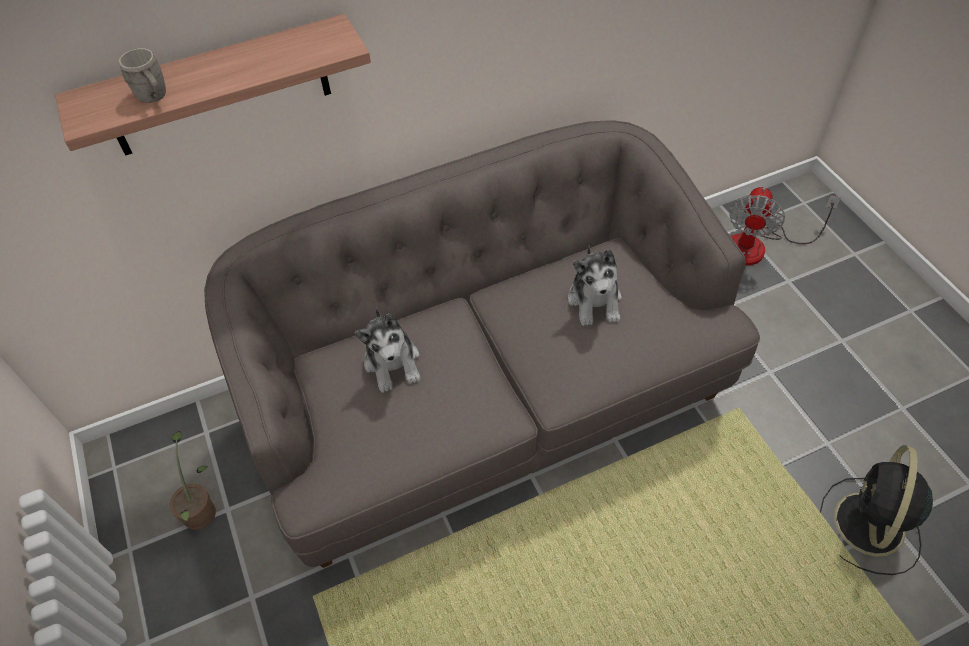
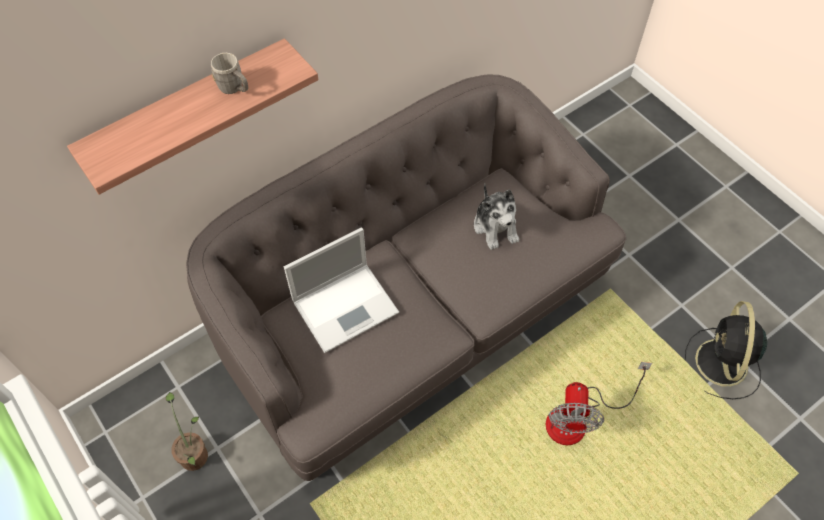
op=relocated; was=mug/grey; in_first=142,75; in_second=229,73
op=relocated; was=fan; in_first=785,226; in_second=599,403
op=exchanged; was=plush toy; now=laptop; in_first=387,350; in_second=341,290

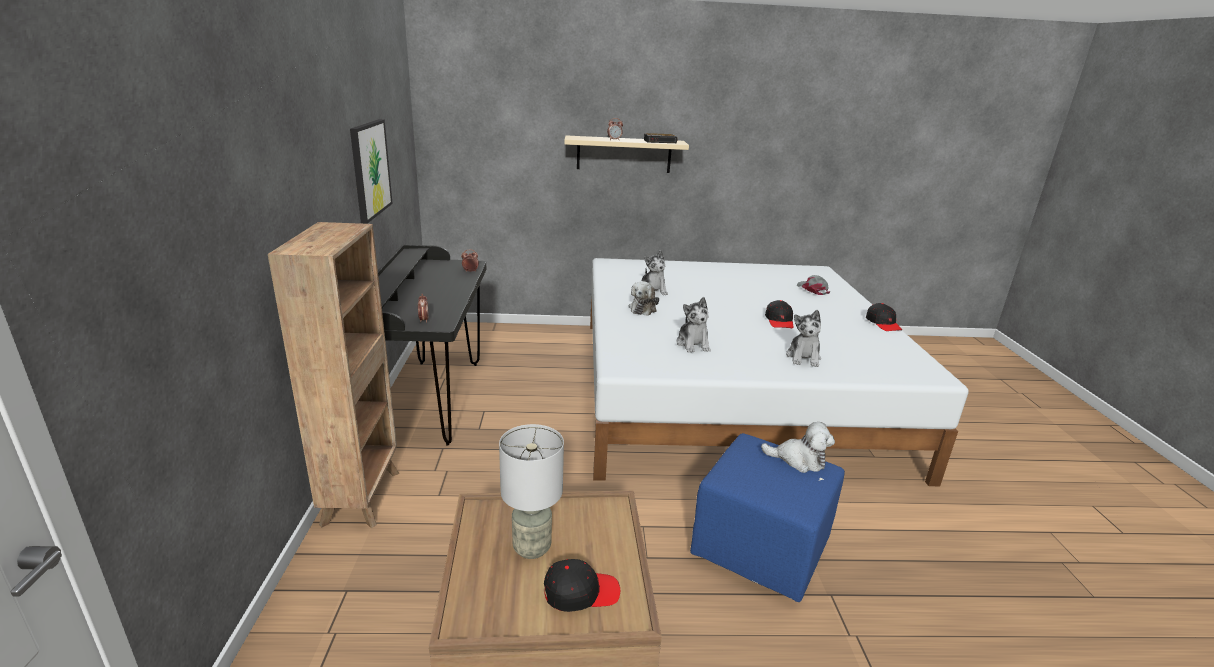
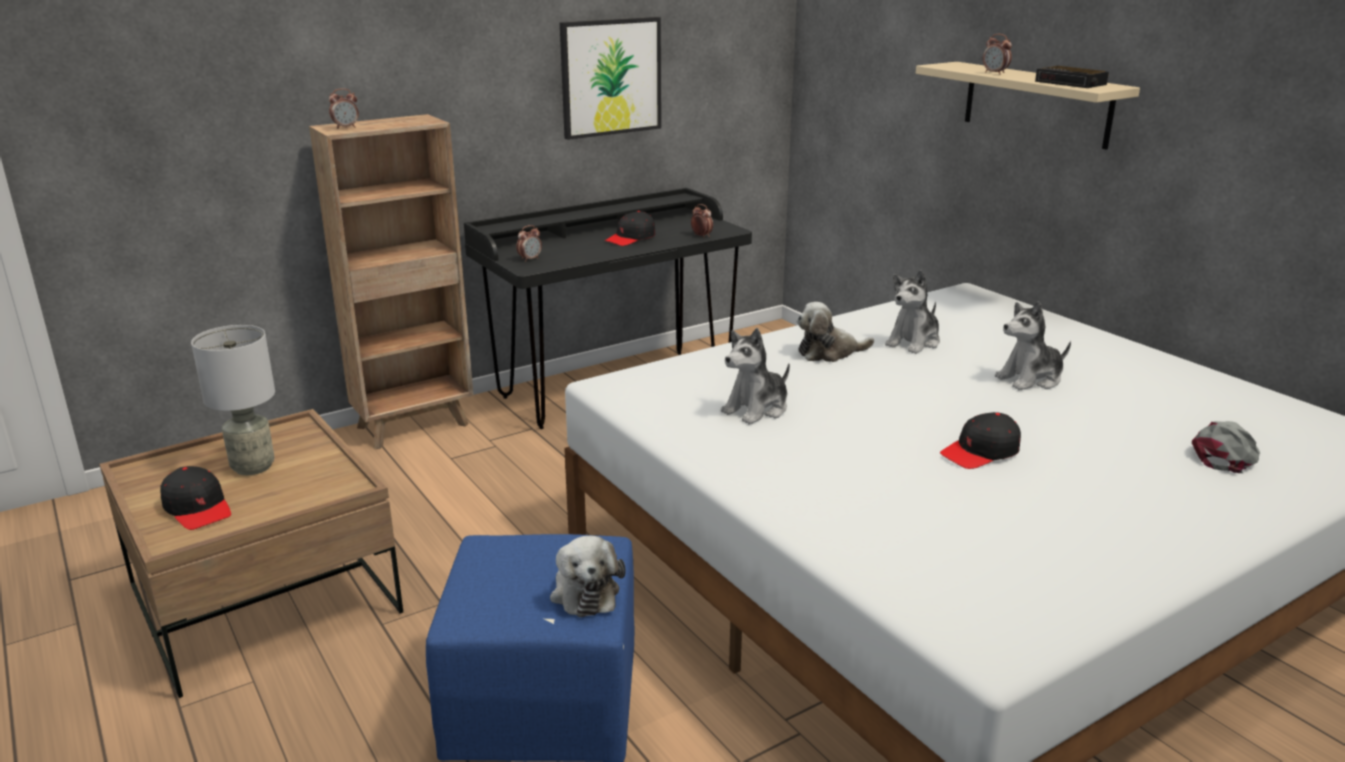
op=appeared; now=alarm clock; in_second=344,108
op=relocated; was=plush toy; in_first=803,338; in_second=1033,345
op=relocated; was=cap/black; in_first=884,317; in_second=630,228

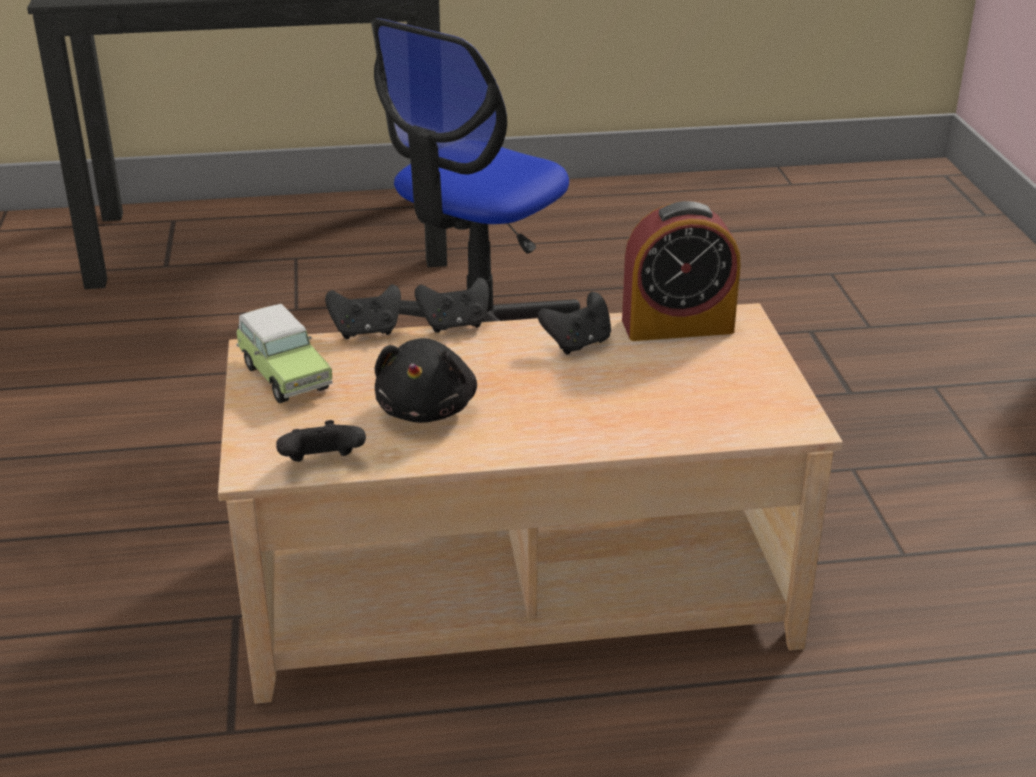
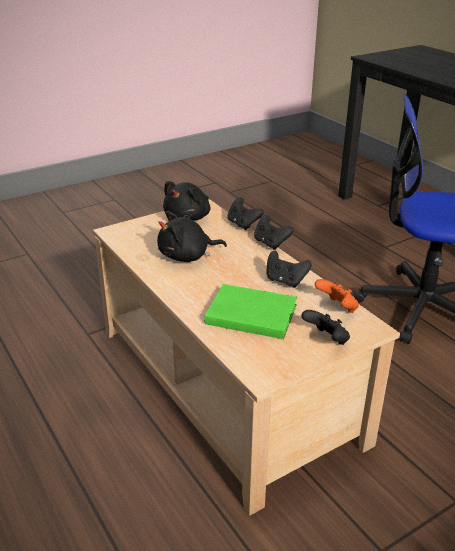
op=appeared; now=book/green; in_second=251,311
op=relocated; was=game controller/black; in_first=321,441; in_second=325,327
op=exchanged; was=toy car; now=plush toy/black; in_first=284,353; in_second=186,201
op=exchanged; was=alarm clock; now=game controller/orange; in_first=681,271; in_second=337,296

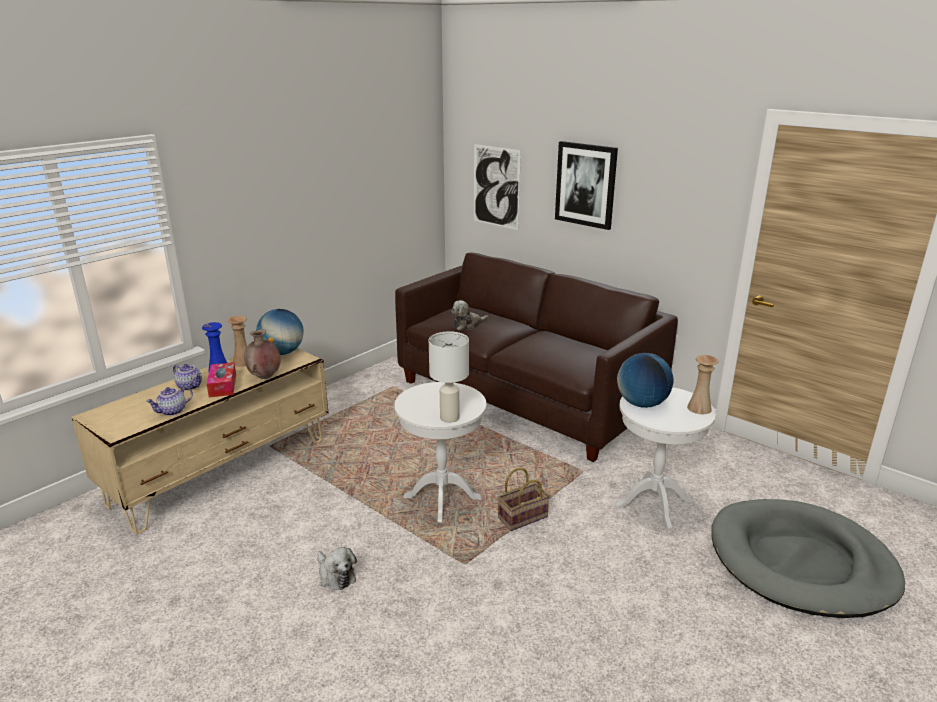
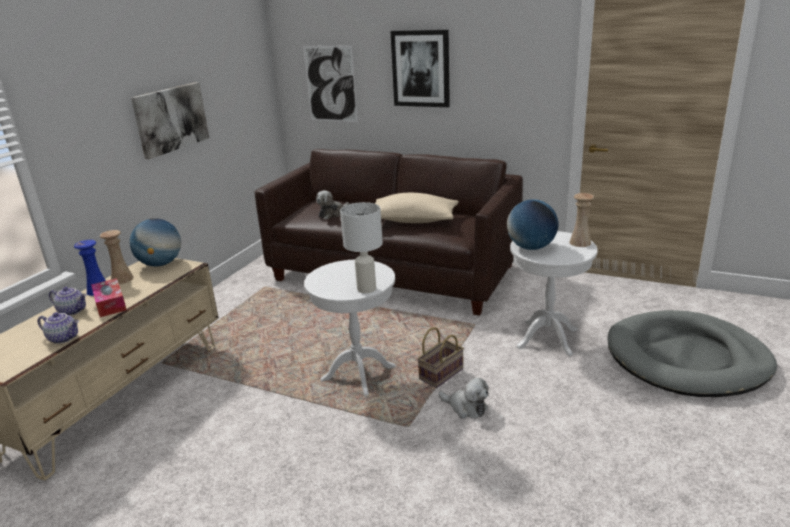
op=missing; was=vase/brown; in_first=262,354
op=appeared; now=picture; in_second=170,120
op=appeared; now=pillow/beige; in_second=417,208
op=relocated; was=plush toy; in_first=337,568; in_second=464,398
op=spun; was=teapot; in_first=169,401; in_second=58,328; clockwise=-105

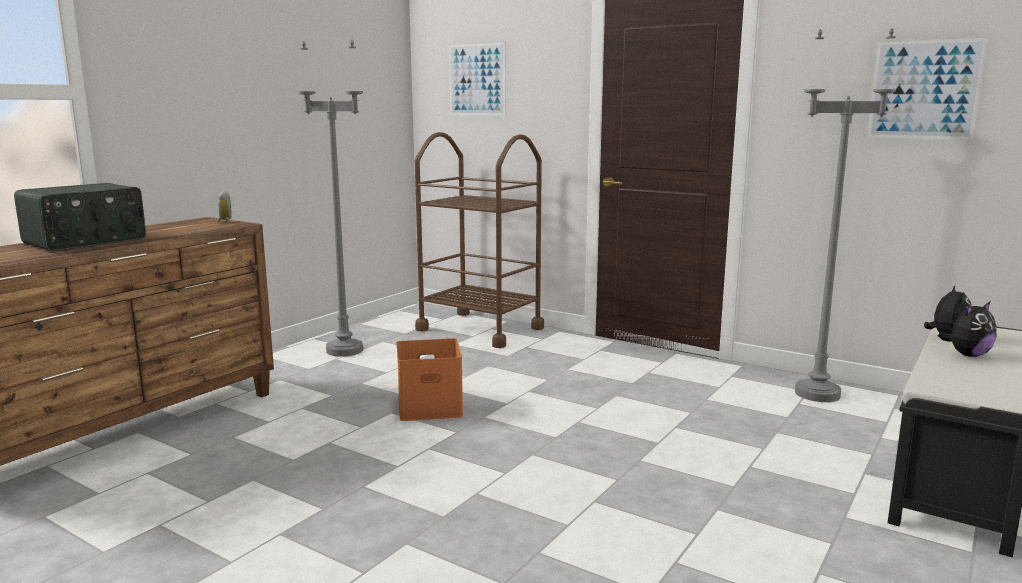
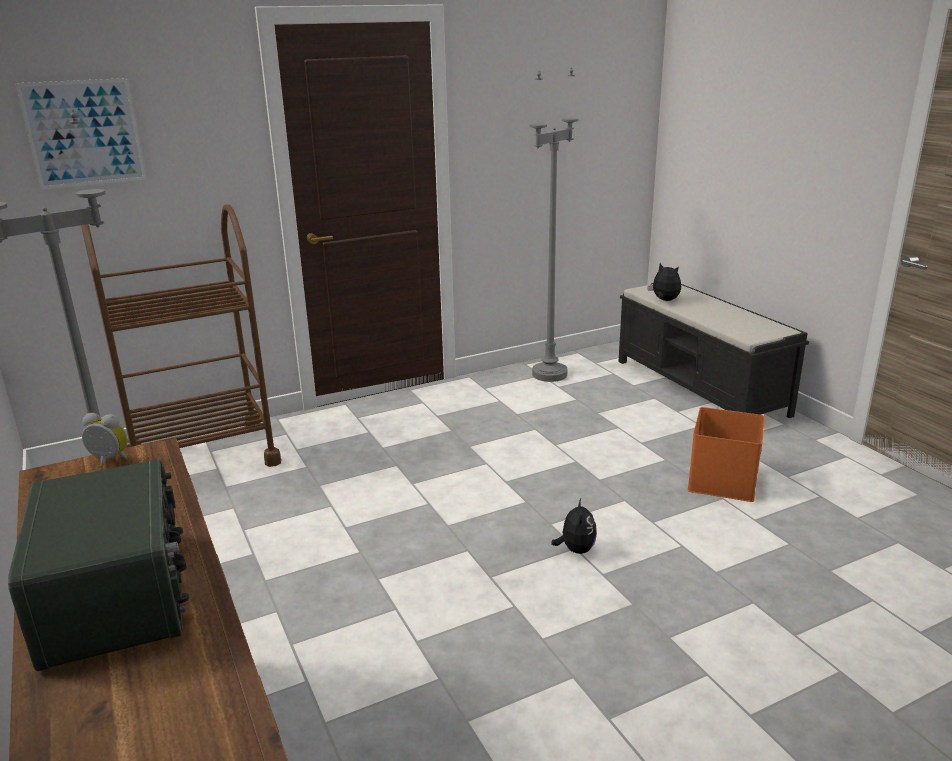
op=missing; was=picture; in_first=927,89
op=relocated; was=storage box/orange; in_first=430,379; in_second=726,454
op=relocated; was=plush toy; in_first=967,329; in_second=574,526

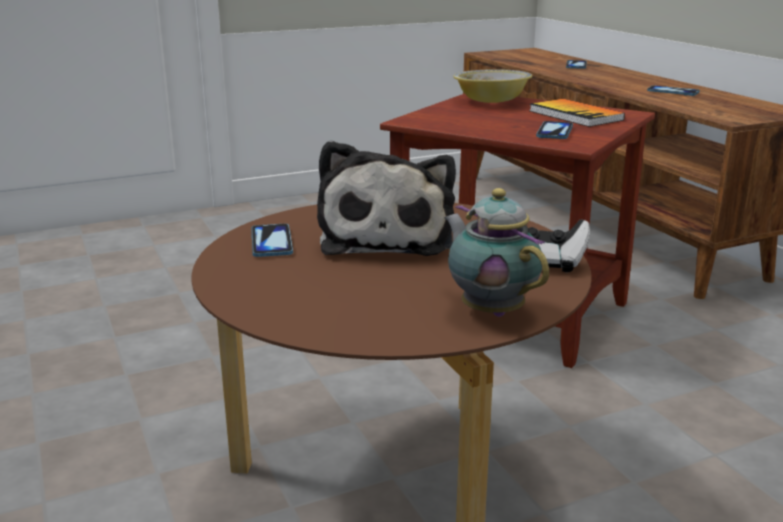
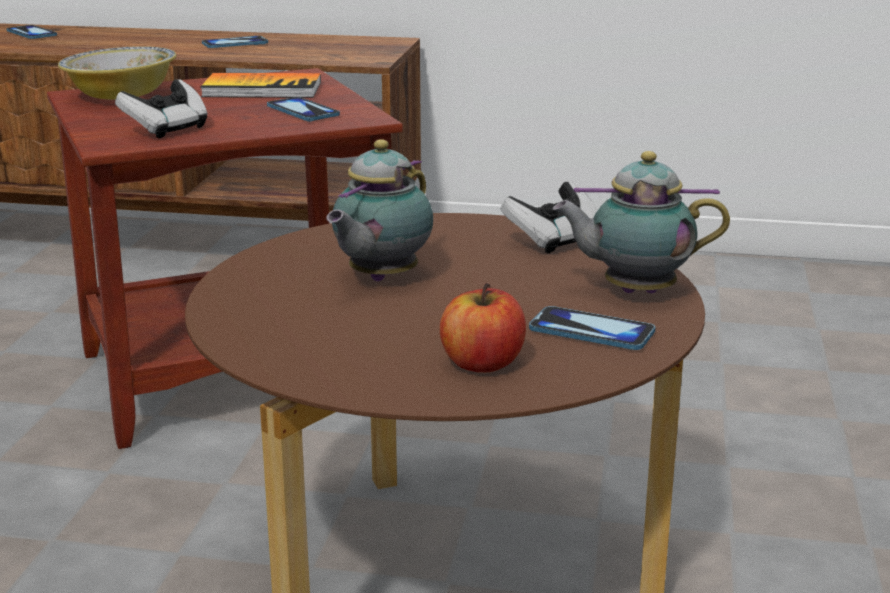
op=appeared; now=game controller; in_second=161,108
op=appeared; now=apple; in_second=483,327
op=relocated; was=phone; in_first=272,240; in_second=592,328
op=exchanged; was=plush toy; now=teapot; in_first=386,198; in_second=379,210

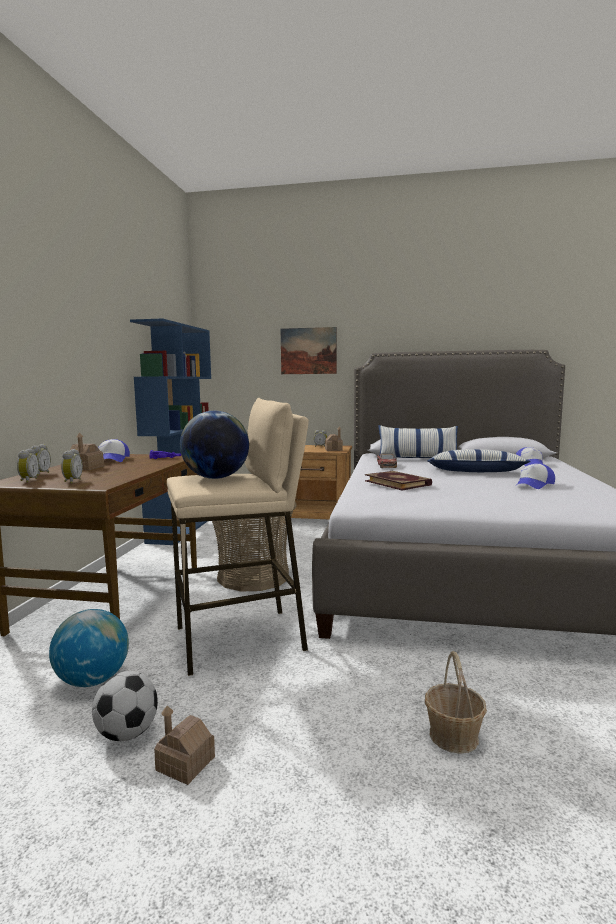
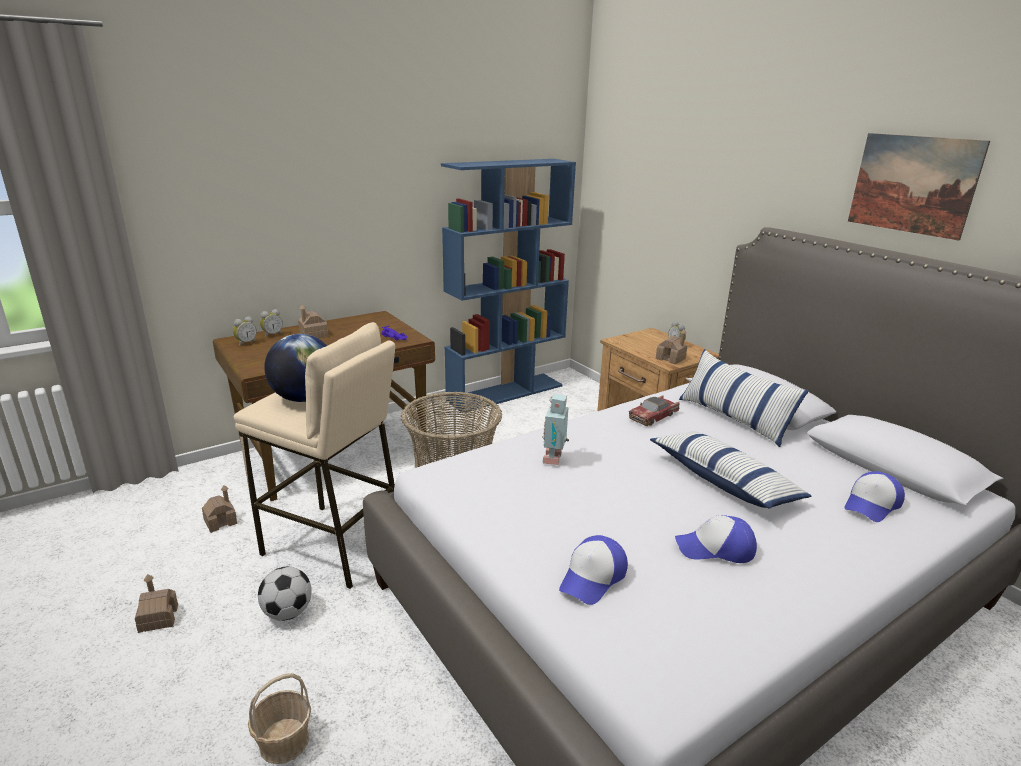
op=missing; was=alarm clock; in_first=72,466
op=relocated; was=football; in_first=125,706; in_second=285,594
op=relocated; was=cap; in_first=114,450; in_second=593,570
op=relocated; was=picture; in_first=309,350; in_second=919,186
op=exchanged; was=globe; now=toy house; in_first=89,648; in_second=219,509
op=exchanged; was=book; now=toy robot; in_first=398,481; in_second=555,429

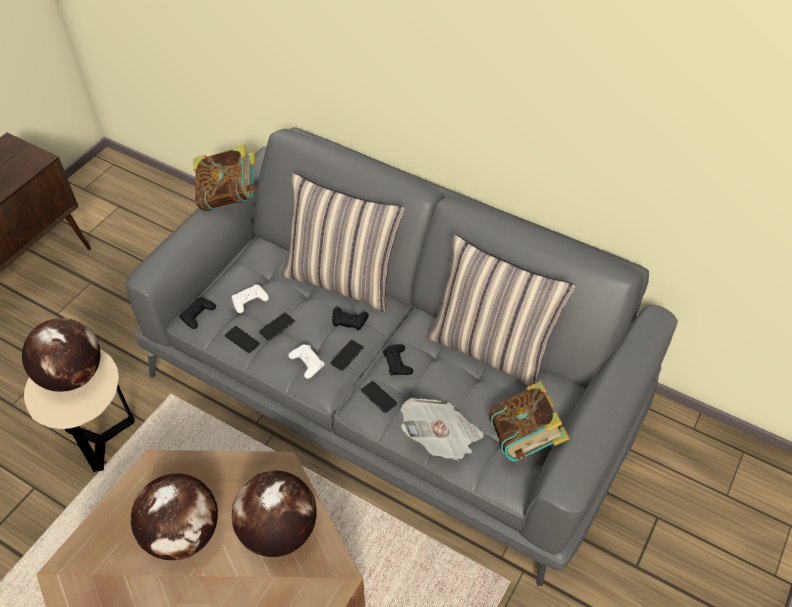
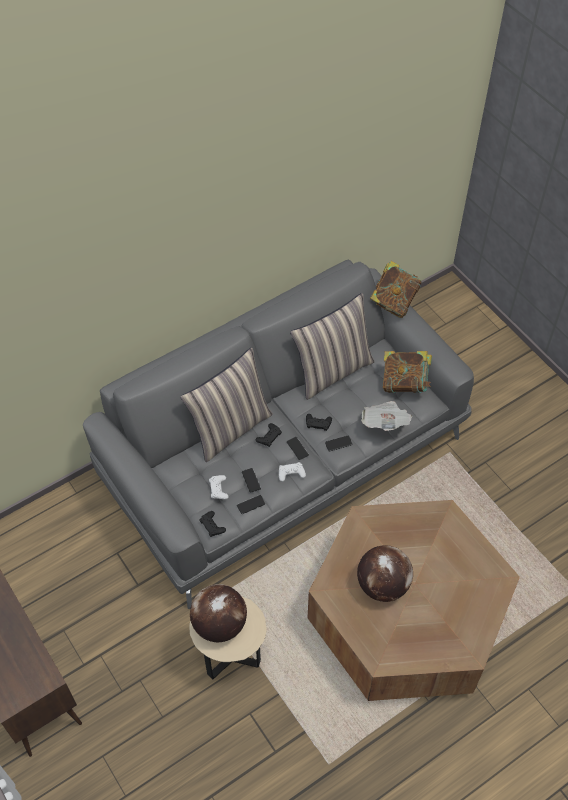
op=missing; was=globe; in_first=274,513
op=relocated; was=book; in_first=225,178; in_second=396,289

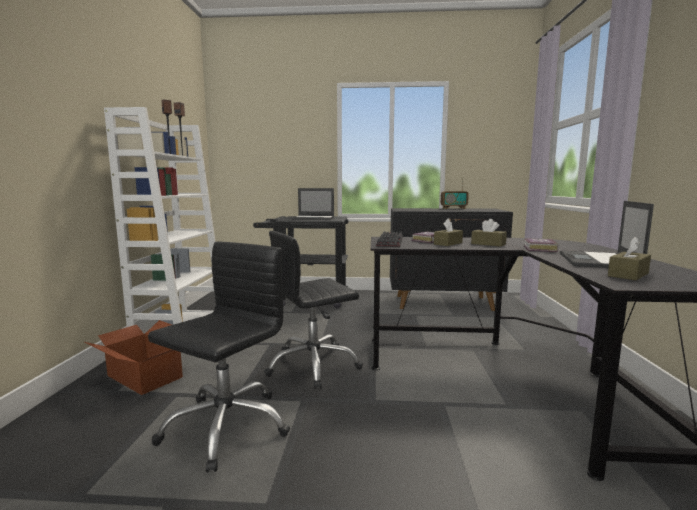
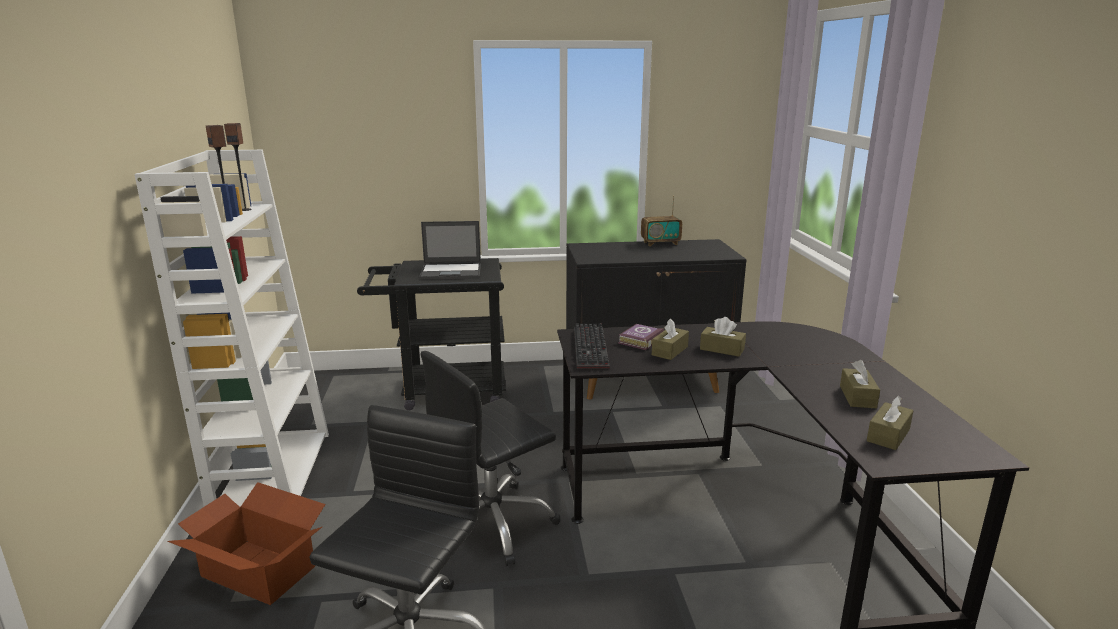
op=missing; was=book; in_first=541,245
op=exchanged; was=laptop; now=tissue box/brown; in_first=607,234; in_second=860,384

